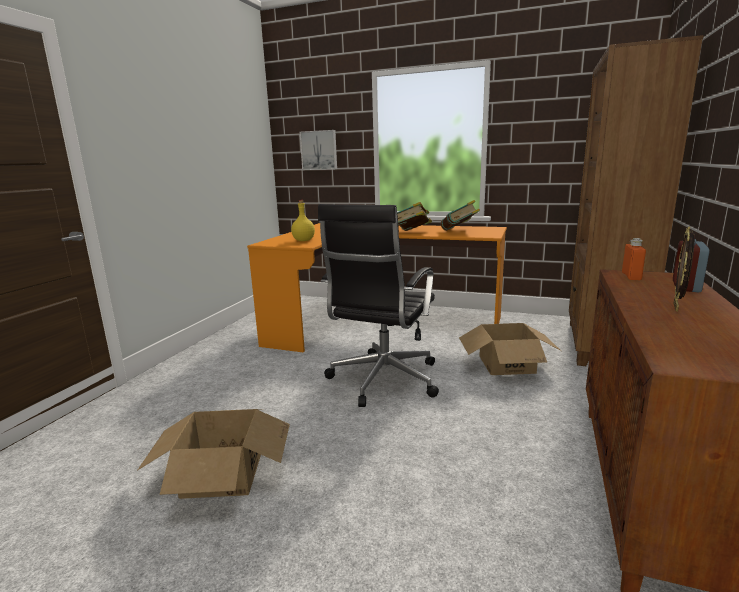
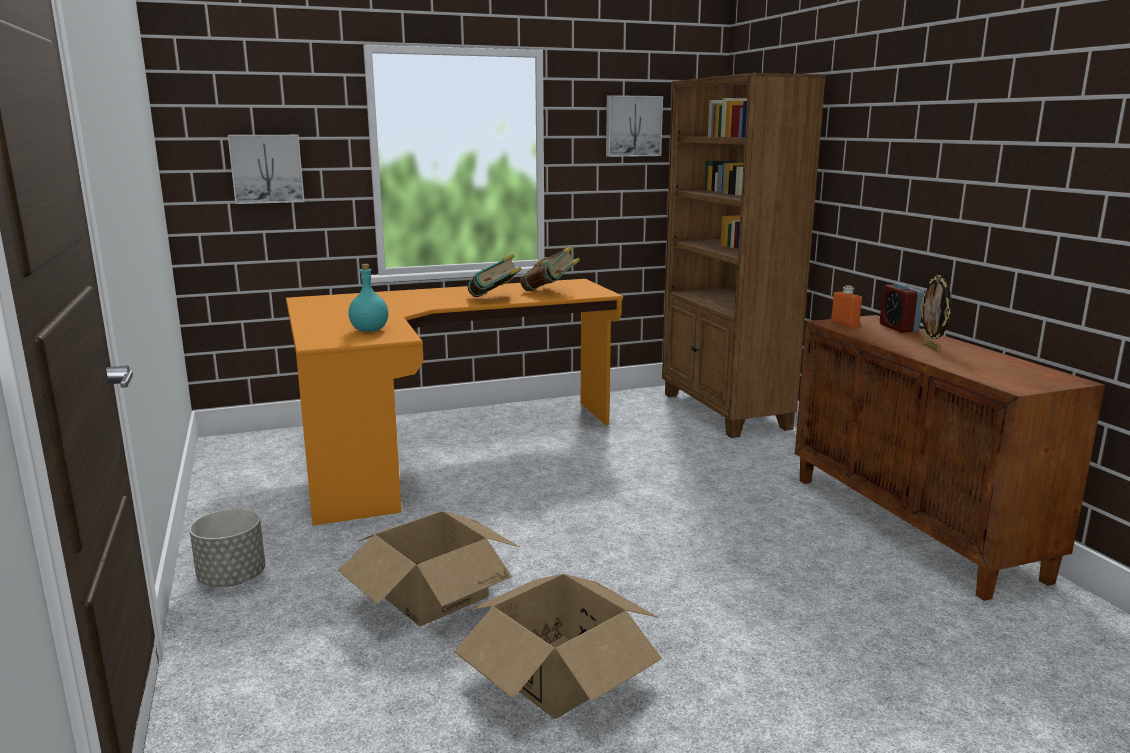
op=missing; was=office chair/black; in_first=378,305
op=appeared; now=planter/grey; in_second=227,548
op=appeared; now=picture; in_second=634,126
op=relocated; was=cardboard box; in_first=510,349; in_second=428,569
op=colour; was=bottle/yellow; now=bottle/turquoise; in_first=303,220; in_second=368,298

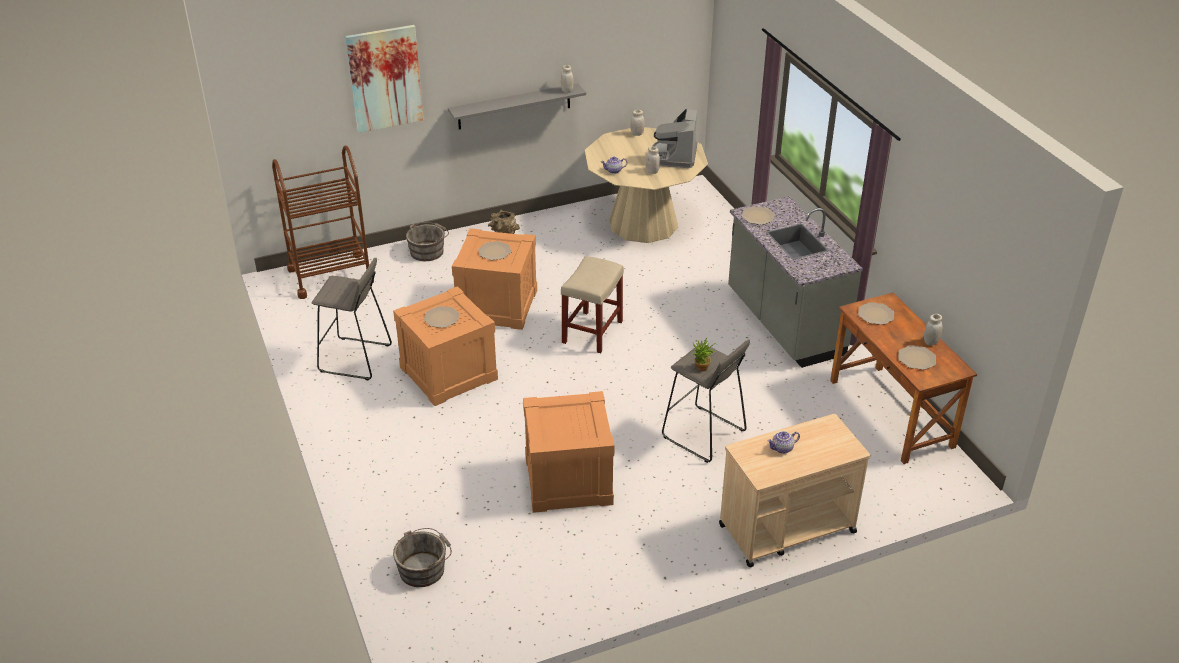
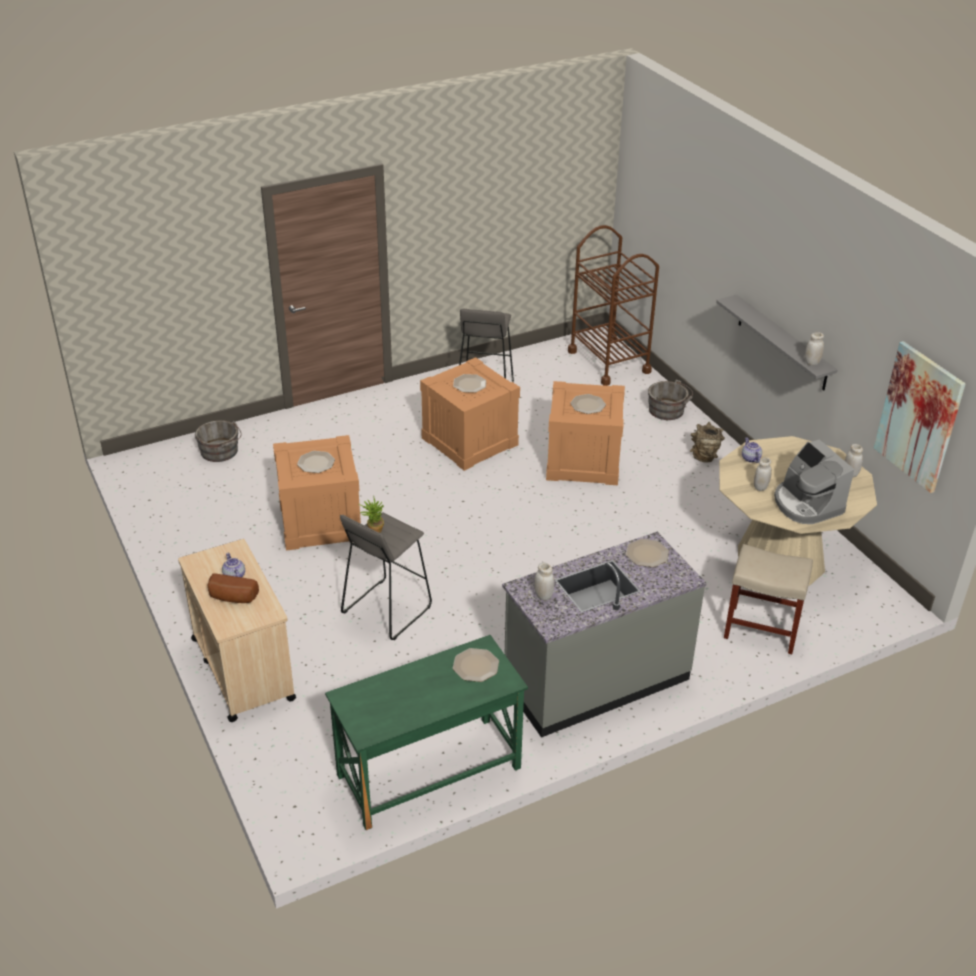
op=appeared; now=bread; in_second=233,588
op=relocated; was=picture; in_first=385,79; in_second=920,417
op=relocated; was=stool/beige; in_first=592,304; in_second=768,599
op=relocated; was=plate; in_first=917,357; in_second=316,462
op=relocated; was=jar/white; in_first=933,330; in_second=544,581
op=colour; was=desk/brown; now=desk/green; in_first=903,378; in_second=426,732
op=spun; was=coffee machine; in_first=675,138; in_second=814,481; clockwise=-120

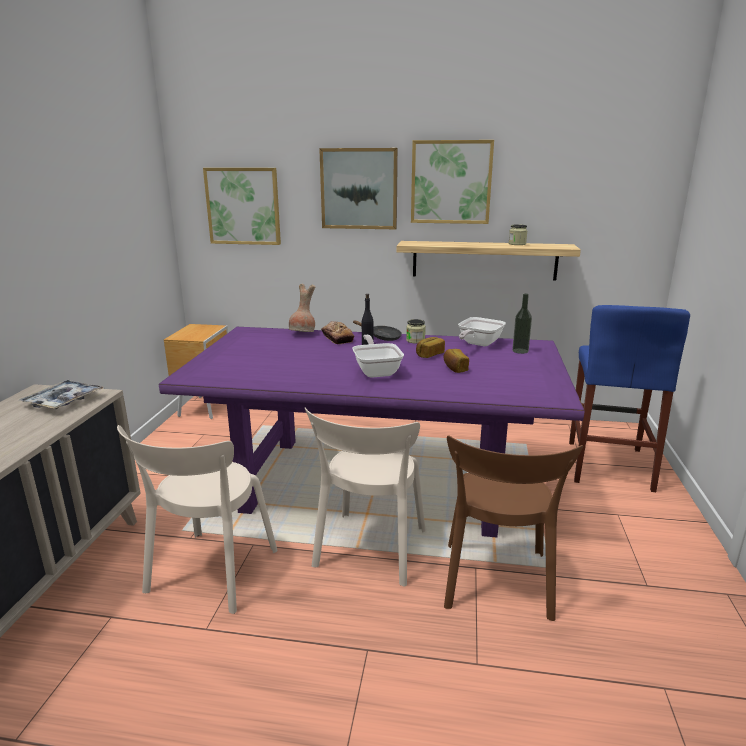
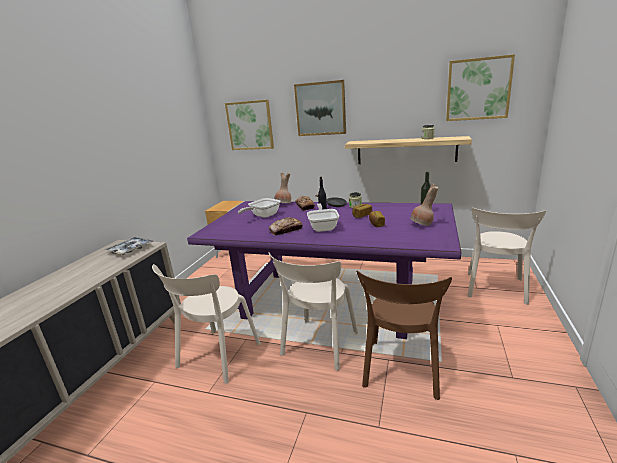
op=appeared; now=bread; in_second=286,226
op=appeared; now=vase/brown; in_second=424,205
op=relocated; was=picture; in_first=452,182; in_second=480,87
op=relocated; was=frying pan; in_first=482,331; in_second=259,208
op=exchanged; was=stool/blue; now=chair/beige; in_first=629,398; in_second=506,256

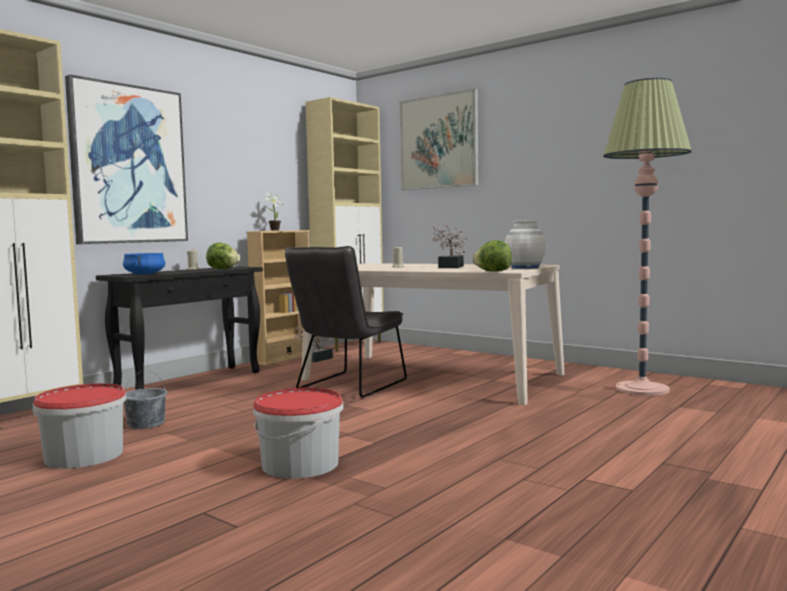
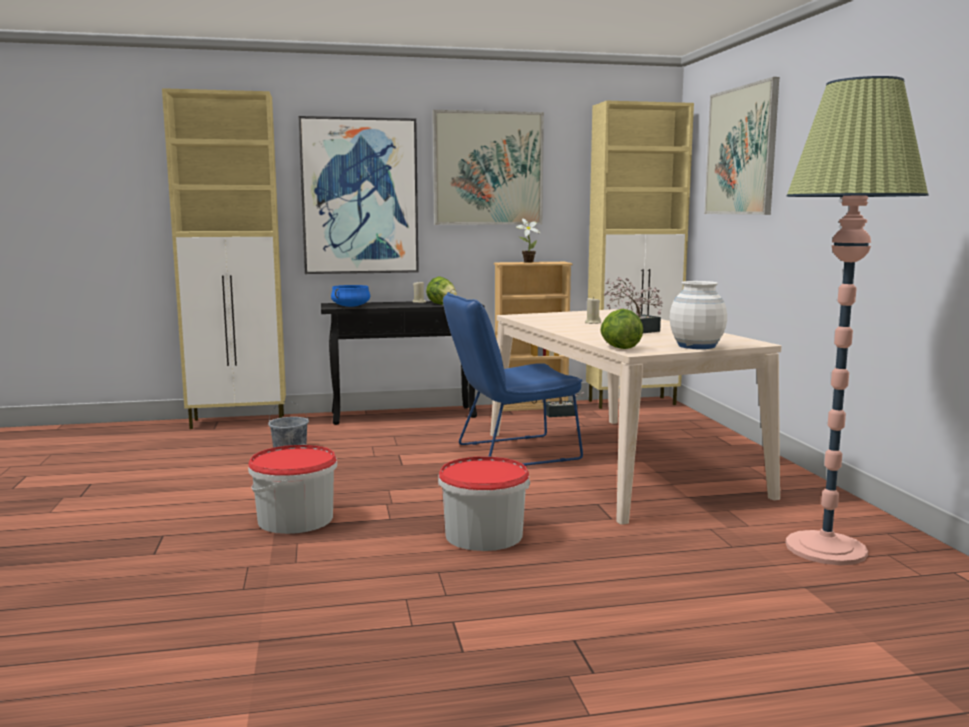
op=appeared; now=picture; in_second=488,167
op=relocated; was=bucket; in_first=79,426; in_second=484,503
op=colour; was=chair/grey; now=chair/blue; in_first=346,322; in_second=513,379

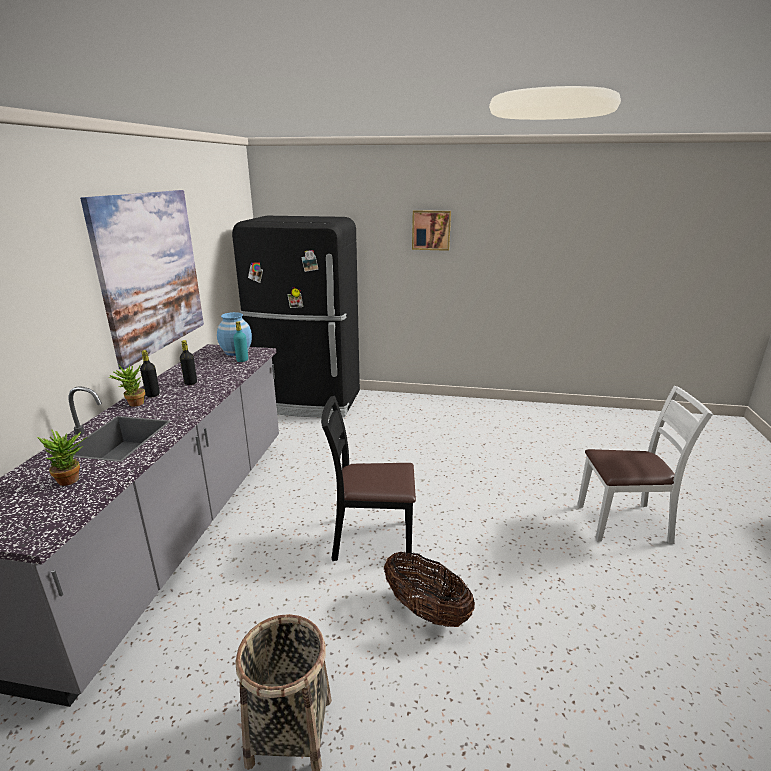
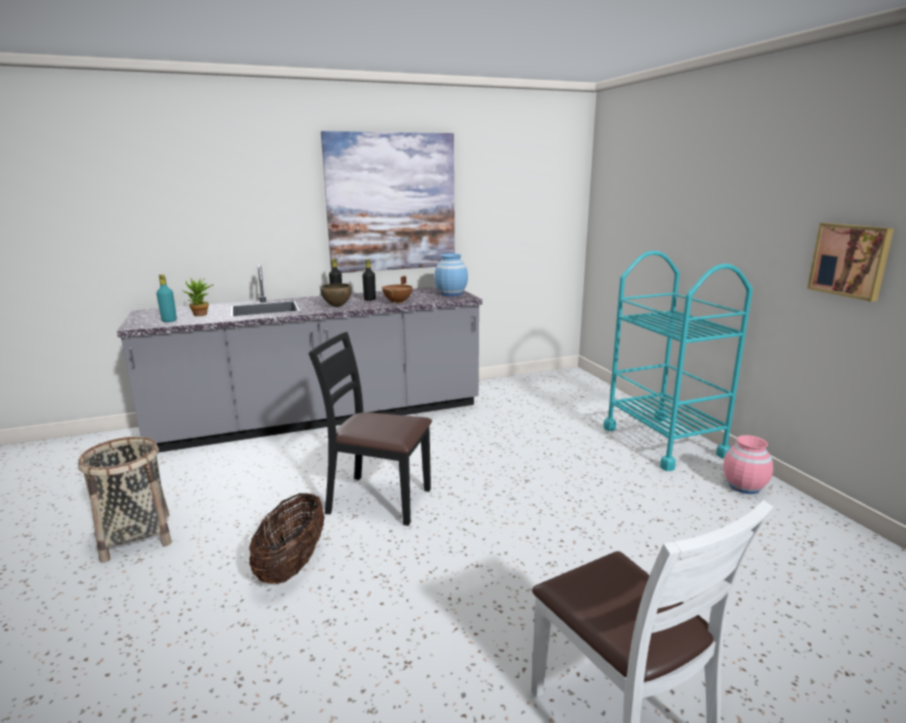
op=missing; was=potted plant; in_first=126,385
op=missing; was=fridge/black; in_first=296,317
op=appeared; now=bowl/brown; in_second=336,295
op=appeared; now=cooking pot/brown; in_second=397,290
op=appeared; now=cart/turquoise; in_second=678,361
op=appeared; now=vase/pink; in_second=748,464
op=relocated; was=bottle/turquoise; in_first=240,342; in_second=166,298
op=relocated; was=picture; in_first=431,230; in_second=850,262
op=spun; was=chair/black; in_first=368,478; in_second=370,429; clockwise=-45

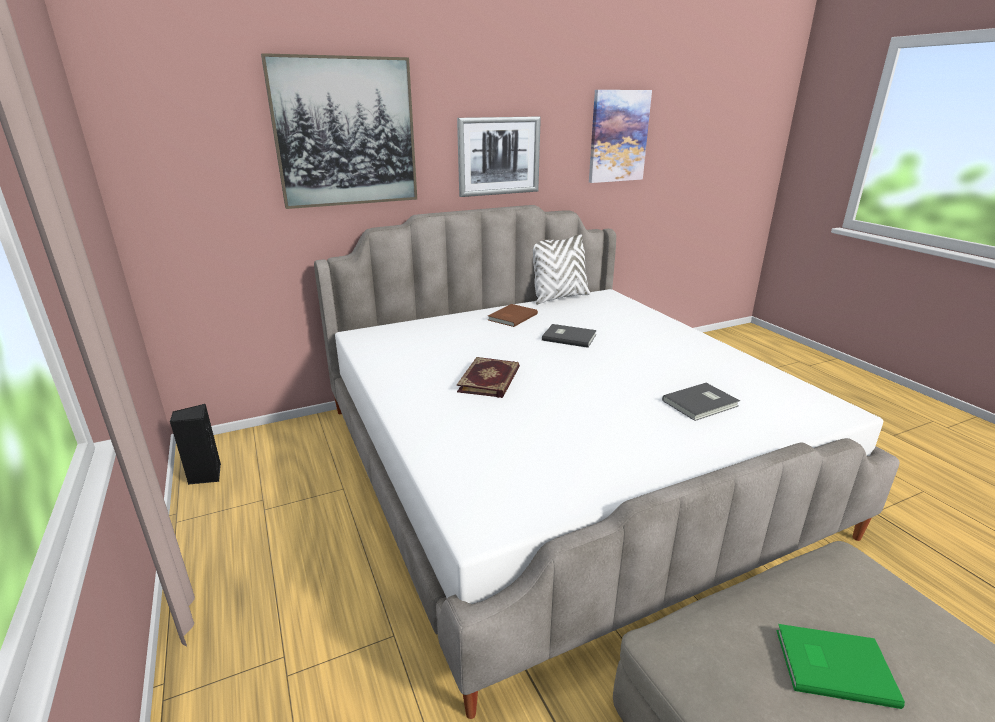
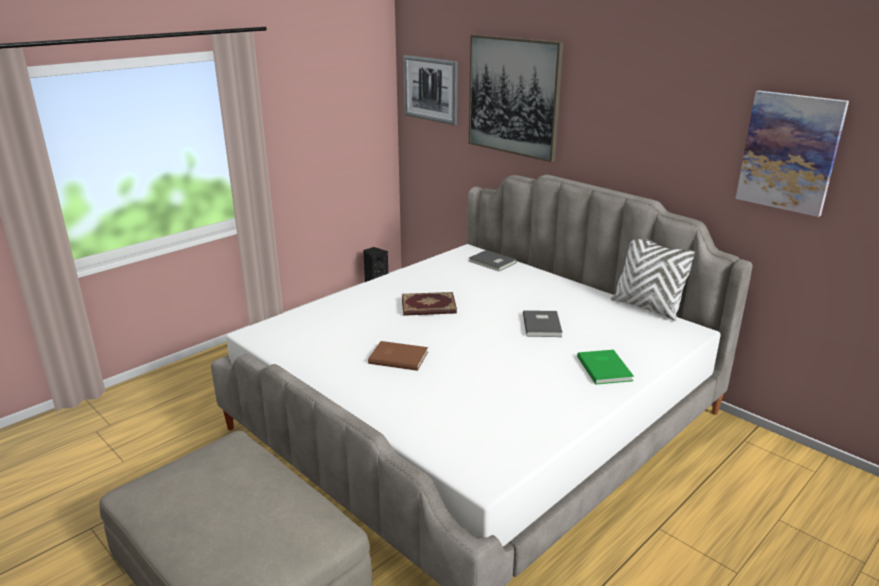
op=relocated; was=picture; in_first=499,157; in_second=430,90
op=relocated; was=book/brown; in_first=513,315; in_second=398,356
op=relocated; was=book/grey; in_first=701,402; in_second=493,260
op=relocated; was=book/green; in_first=841,666; in_second=605,367

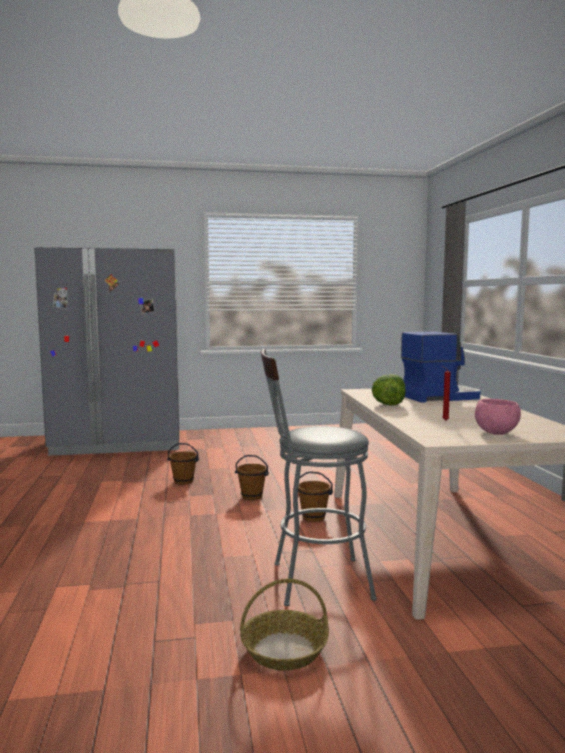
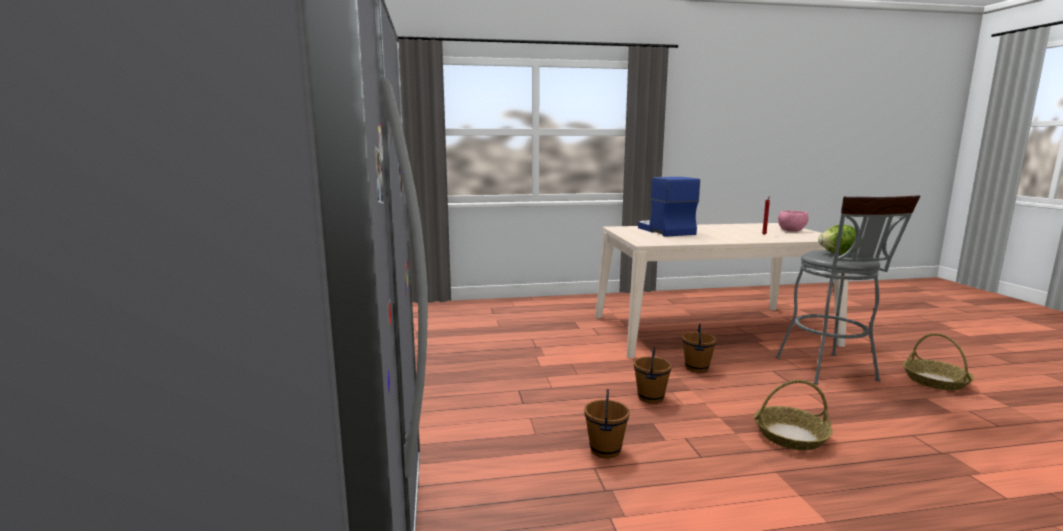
op=appeared; now=basket; in_second=793,415
op=relocated; was=lettuce; in_first=389,389; in_second=840,240

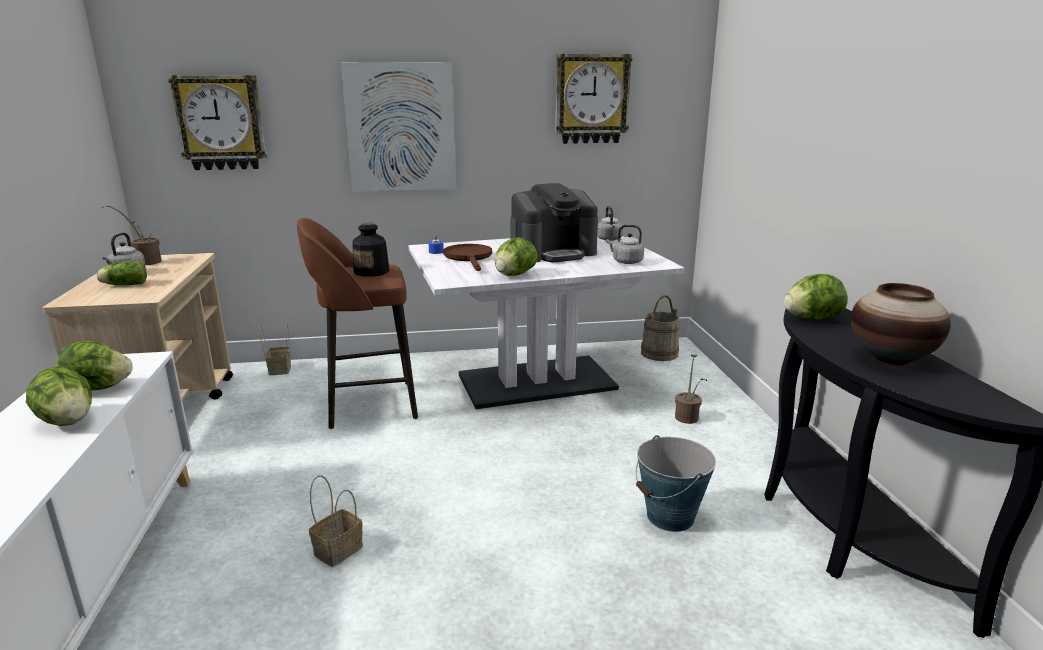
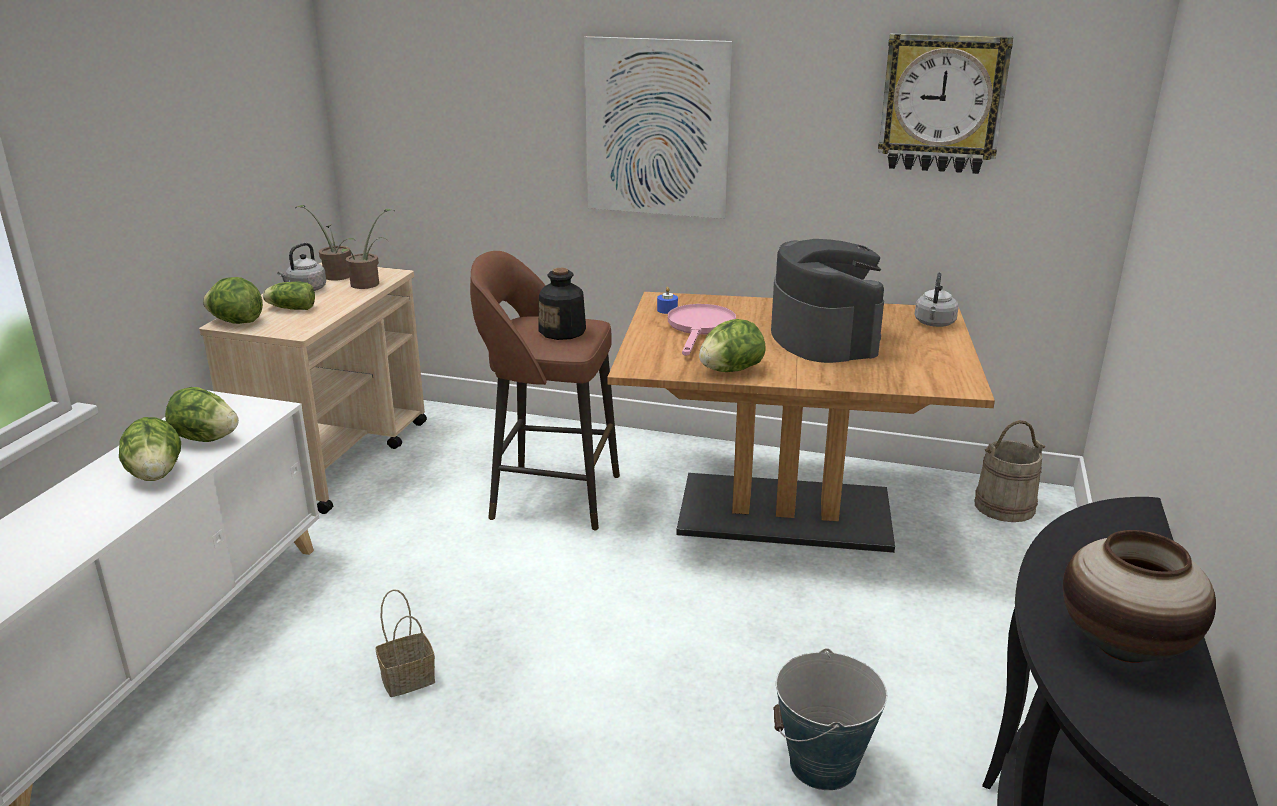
op=missing; was=wall clock; in_first=217,122
op=missing; was=basket; in_first=275,349
op=missing; was=kettle/grey; in_first=625,244
op=relocated; was=potted plant; in_first=691,389; in_second=366,249
op=relocated; was=lettuce; in_first=816,297; in_second=233,300
op=colour; was=dining table/white; now=dining table/brown; in_first=547,322; in_second=801,422
op=colour; was=frying pan/brown; now=frying pan/pink; in_first=467,257; in_second=702,330
op=spun; was=coffee machine; in_first=554,223; in_second=827,301; clockwise=-105

